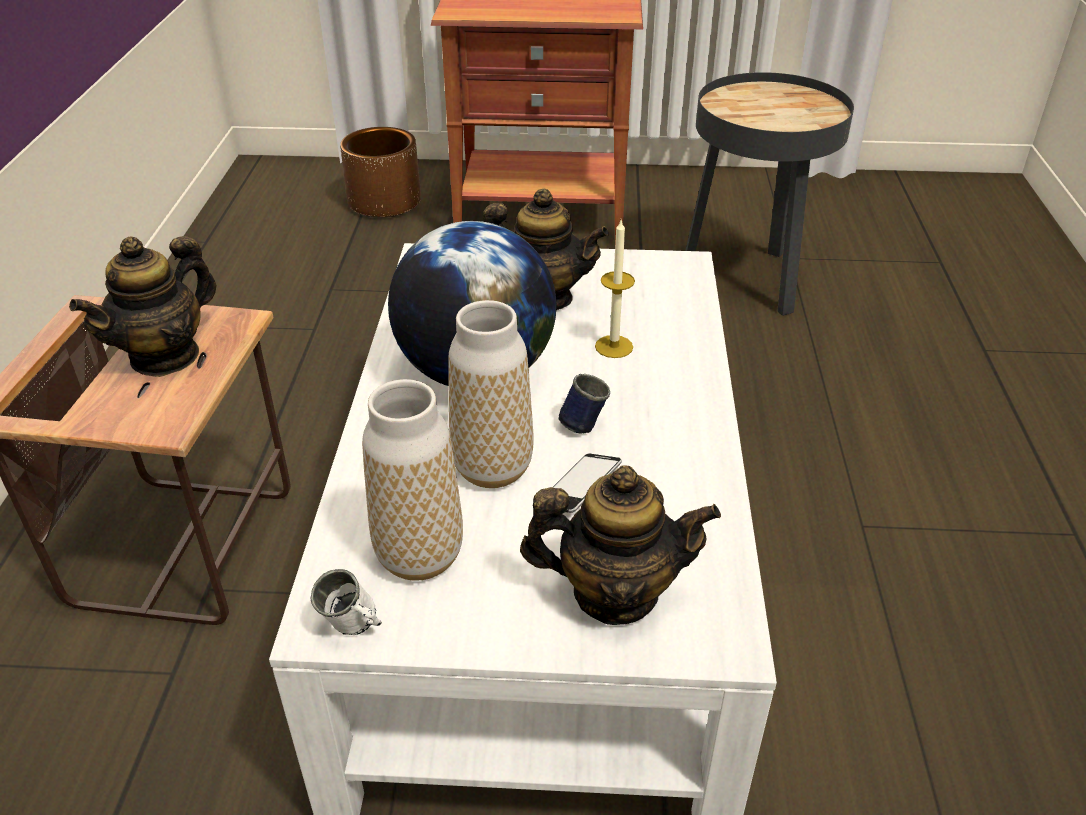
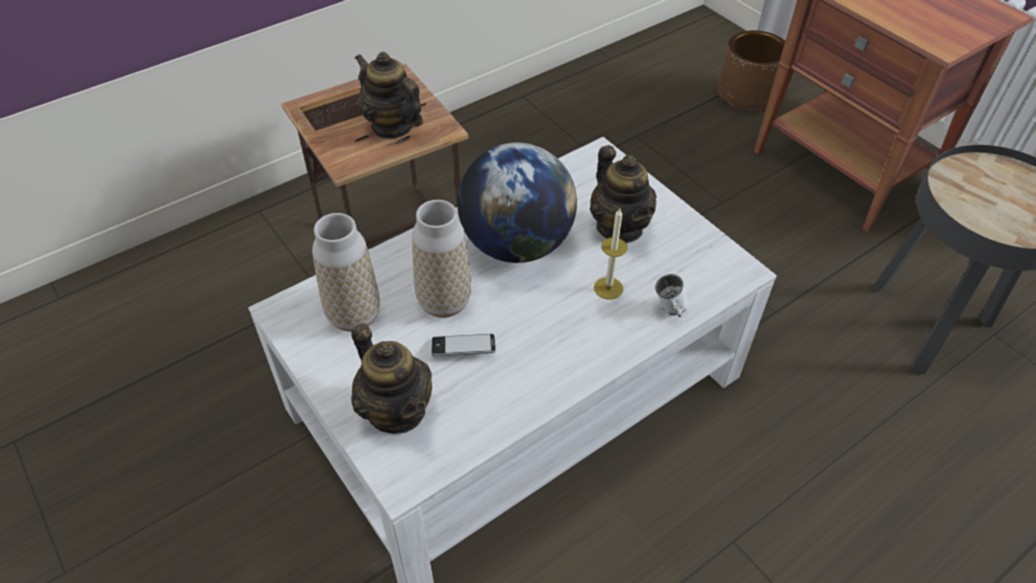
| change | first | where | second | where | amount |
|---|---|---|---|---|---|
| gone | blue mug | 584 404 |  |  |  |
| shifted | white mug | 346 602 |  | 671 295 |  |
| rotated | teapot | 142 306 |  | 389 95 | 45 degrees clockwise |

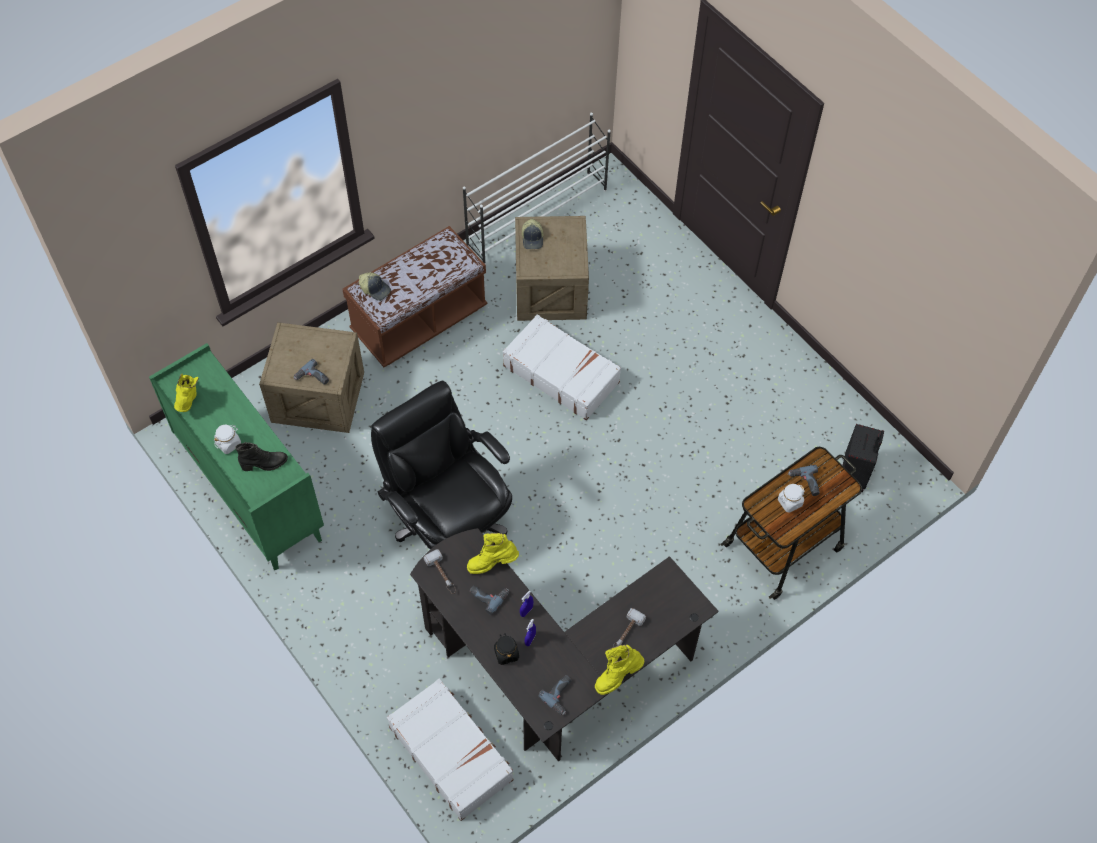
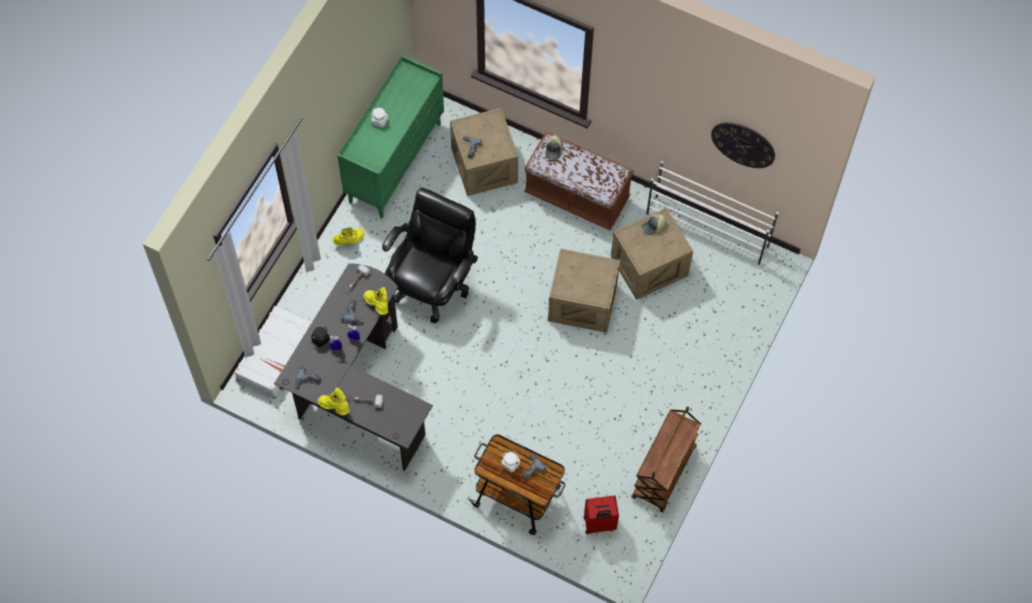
| change | first | where | second | where | amount |
|---|---|---|---|---|---|
| gone | black boot | 261 456 |  |  |  |
| new |  |  | brown cart | 666 459 |  |
| new |  |  | wall clock | 743 145 |  |
| shifted | yellow boot | 186 393 |  | 348 236 |  |
| swapped | white suitcase | 562 367 | crate | 584 291 |  |
| repainted | black suitcase | 862 458 | red suitcase | 601 514 |  |

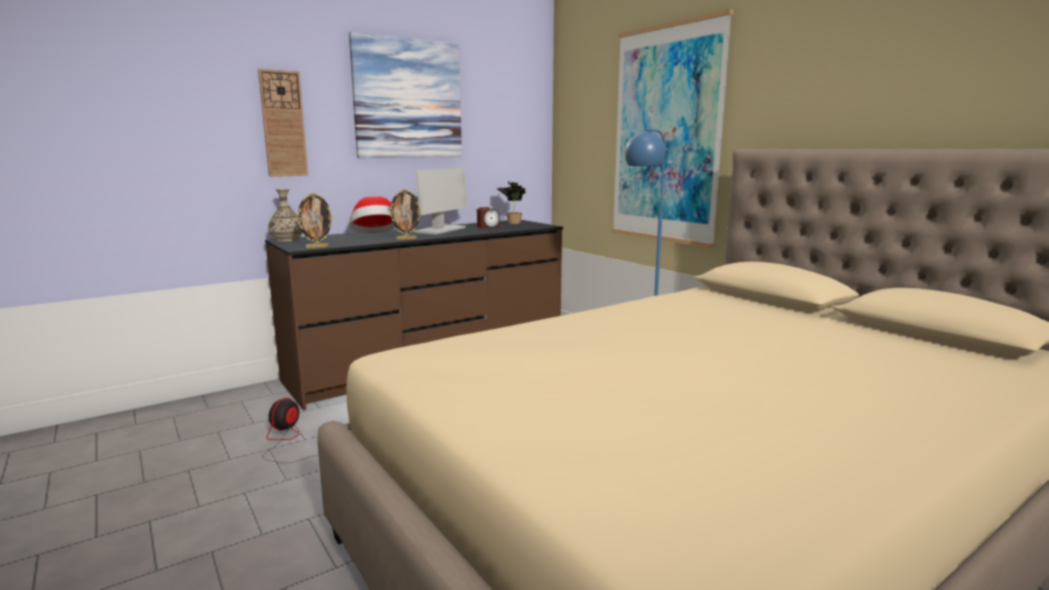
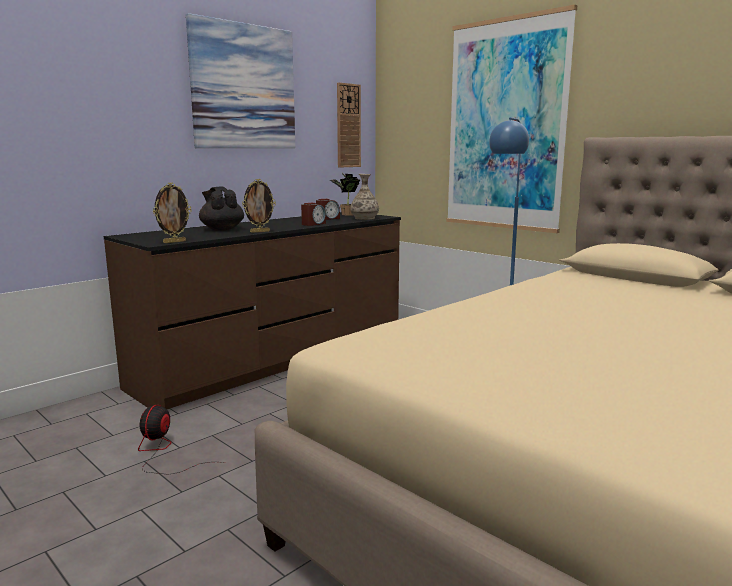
| change | first | where | second | where | amount |
|---|---|---|---|---|---|
| gone | monitor | 441 201 |  |  |  |
| new |  |  | alarm clock | 313 214 |  |
| shifted | wall clock | 283 123 |  | 349 125 |  |
| shifted | vase | 285 215 |  | 364 197 |  |
| swapped | hat | 373 214 | black teapot | 221 209 |  |

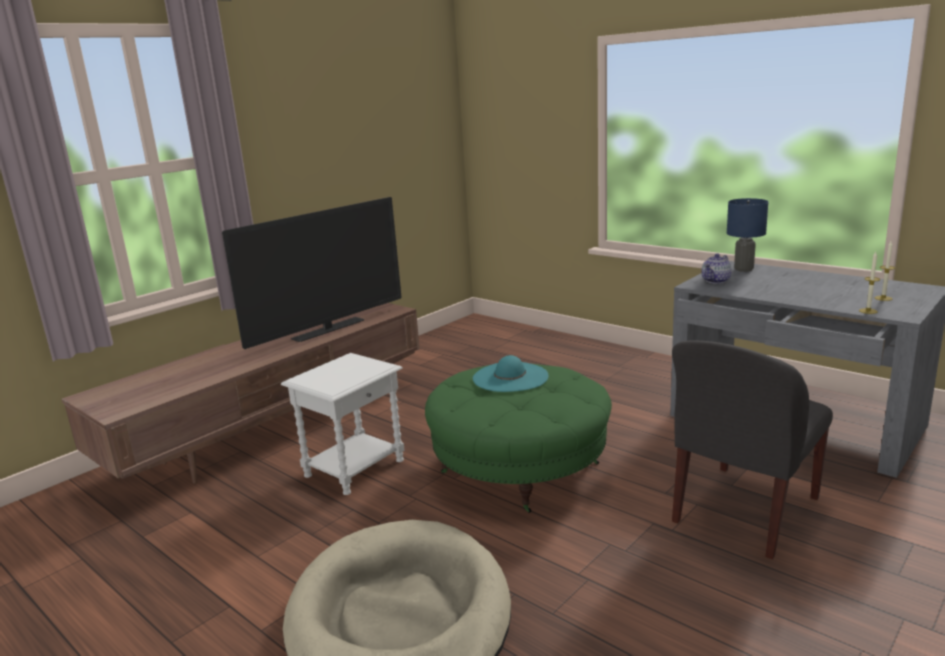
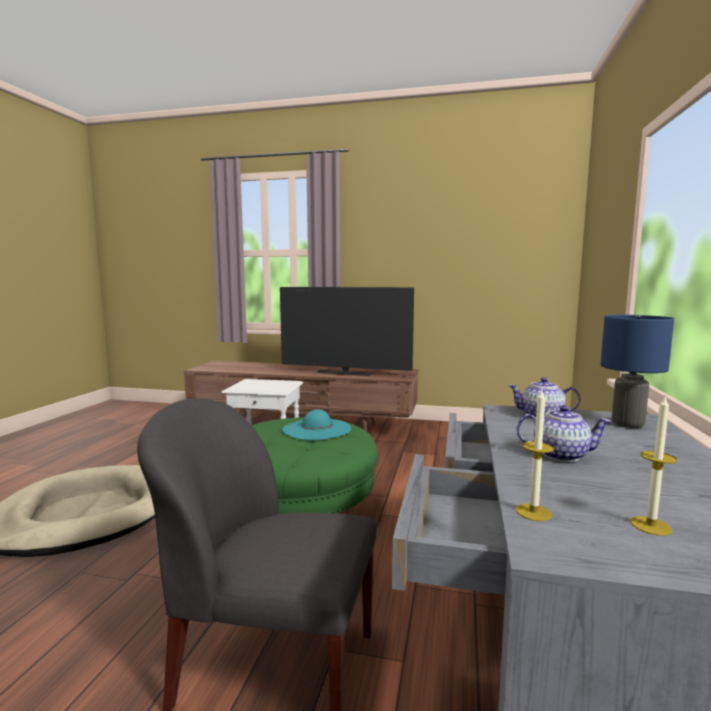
| change | first | where | second | where | amount |
|---|---|---|---|---|---|
| new |  |  | teapot | 564 433 |  |

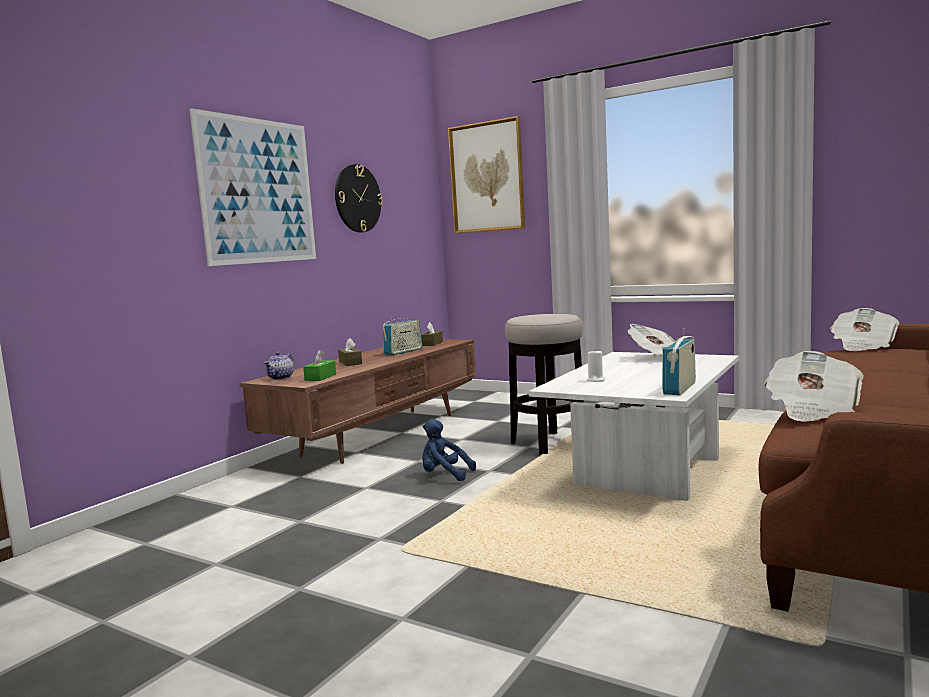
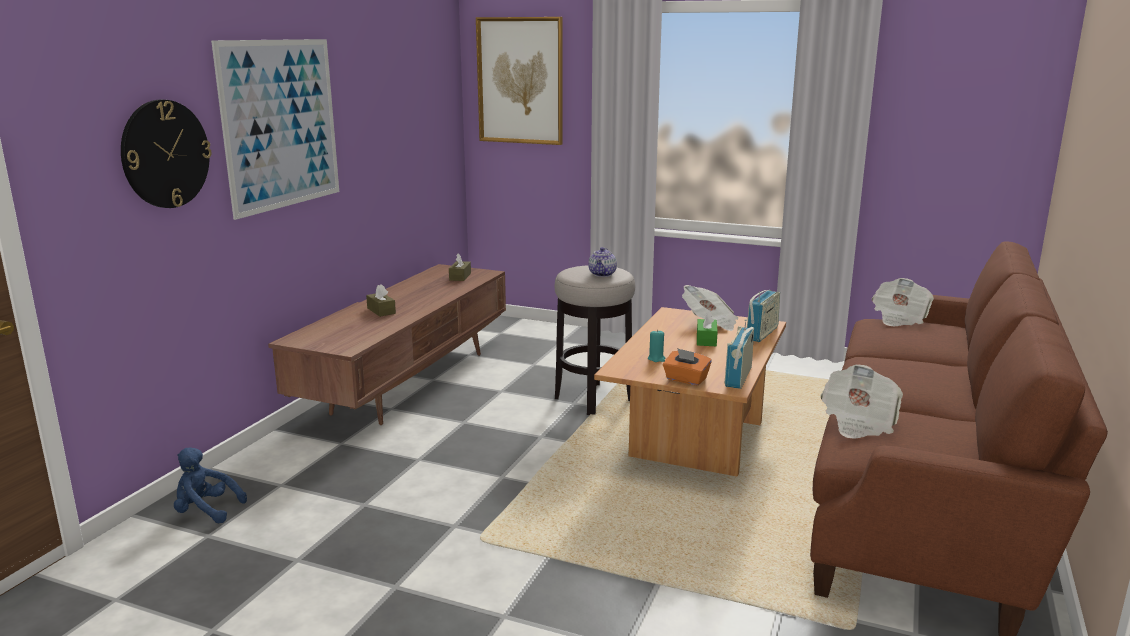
| change | first | where | second | where | amount |
|---|---|---|---|---|---|
| new |  |  | orange tissue box | 687 367 |  |
| shifted | teapot | 279 366 |  | 602 262 |  |
| shifted | green tissue box | 319 365 |  | 707 328 |  |
| shifted | wall clock | 359 198 |  | 166 154 |  |
| shifted | radio | 403 335 |  | 763 316 |  |
| shifted | blue plush toy | 449 450 |  | 210 485 |  |
| repainted | white coffee table | 634 426 | brown coffee table | 690 392 |  |
| repainted | white candle | 596 366 | turquoise candle | 656 345 |  |

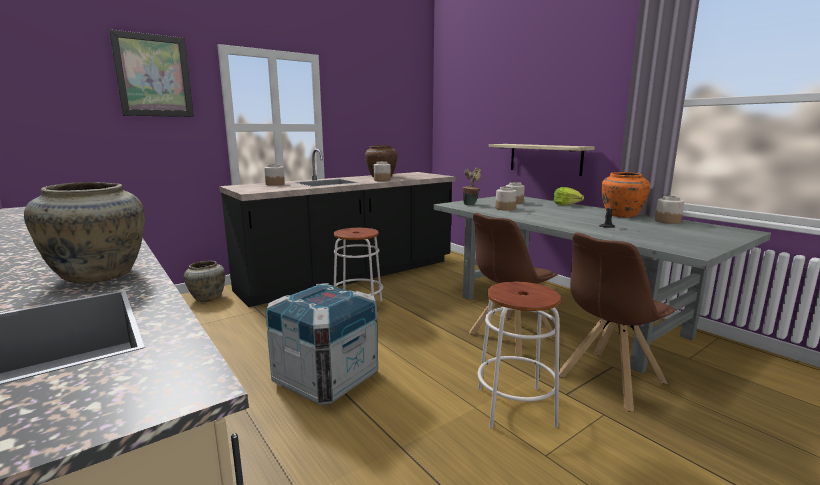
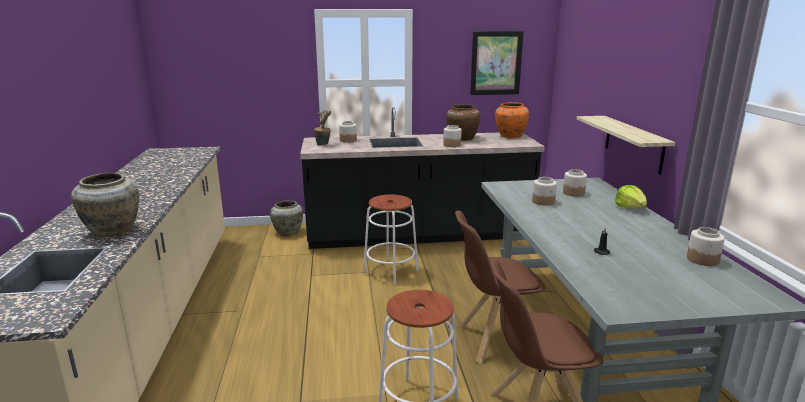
| change | first | where | second | where | amount |
|---|---|---|---|---|---|
| gone | crate | 321 344 |  |  |  |
| shifted | picture | 151 73 |  | 497 63 |  |
| shifted | potted plant | 471 186 |  | 322 128 |  |
| shifted | orange vase | 625 195 |  | 512 120 |  |

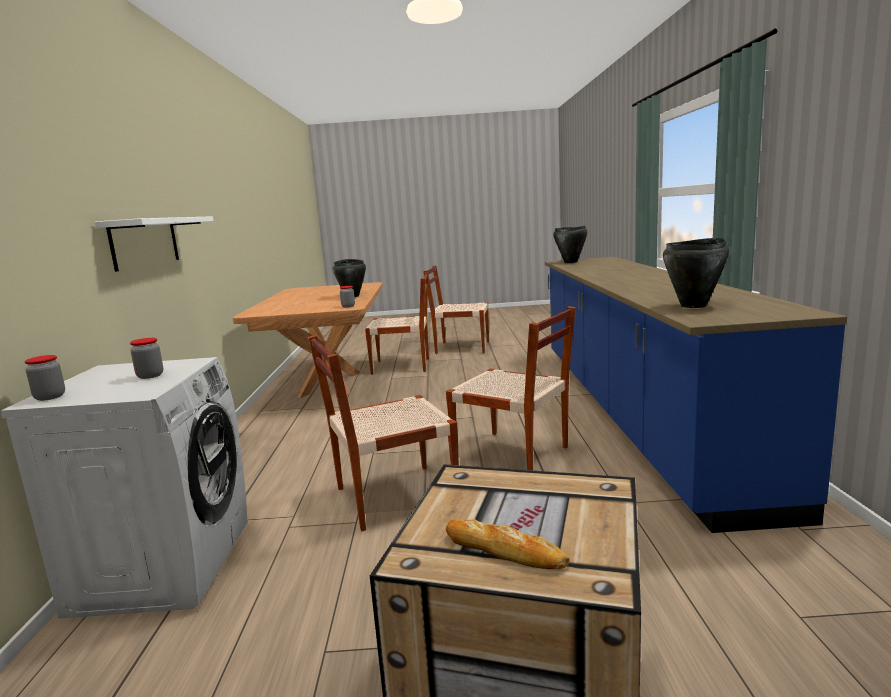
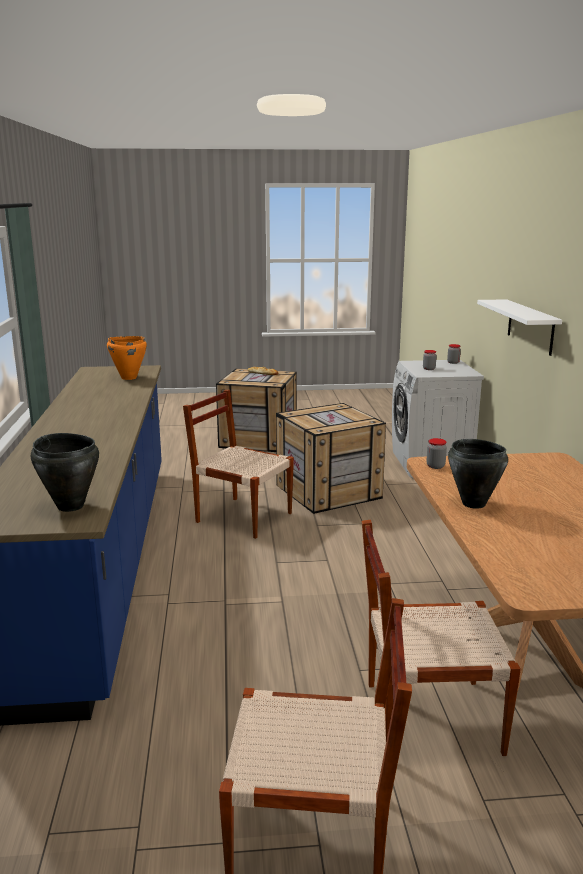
| change | first | where | second | where | amount |
|---|---|---|---|---|---|
| swapped | chair | 383 433 | crate | 331 458 |  |
| repainted | black cooking pot | 696 273 | orange cooking pot | 127 358 |  |

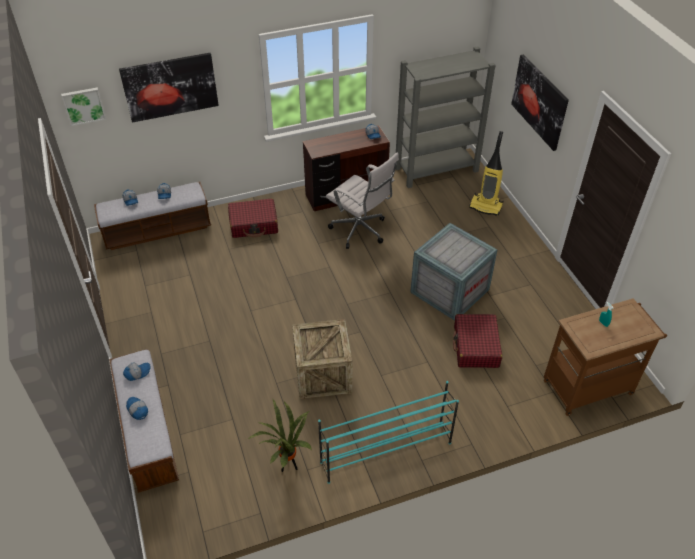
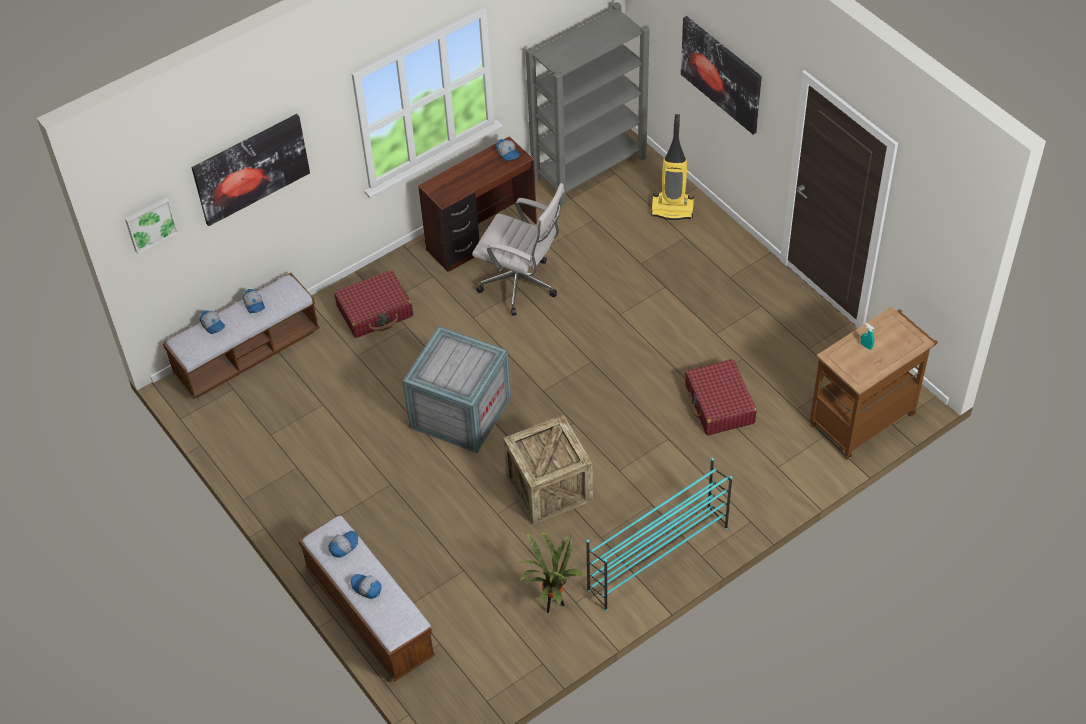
| change | first | where | second | where | amount |
|---|---|---|---|---|---|
| shifted | crate | 454 272 |  | 457 389 |  |

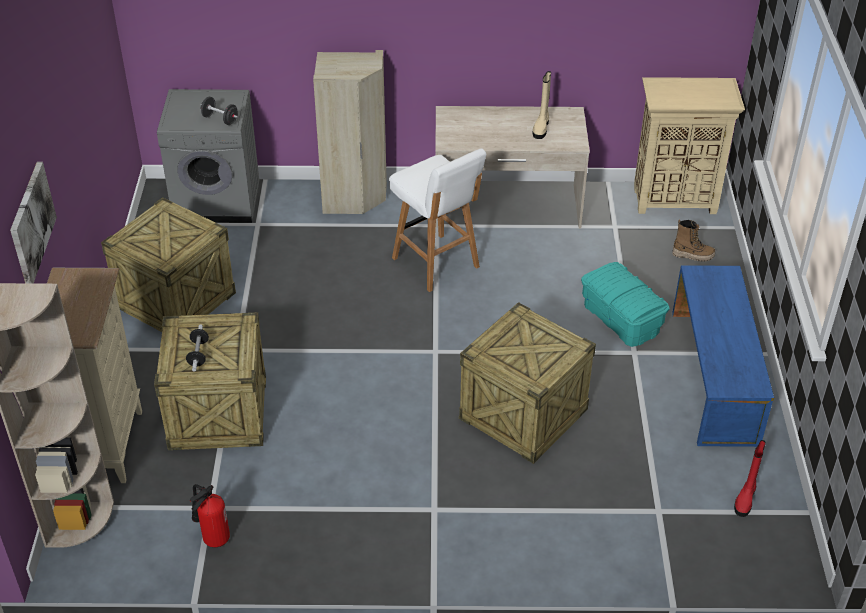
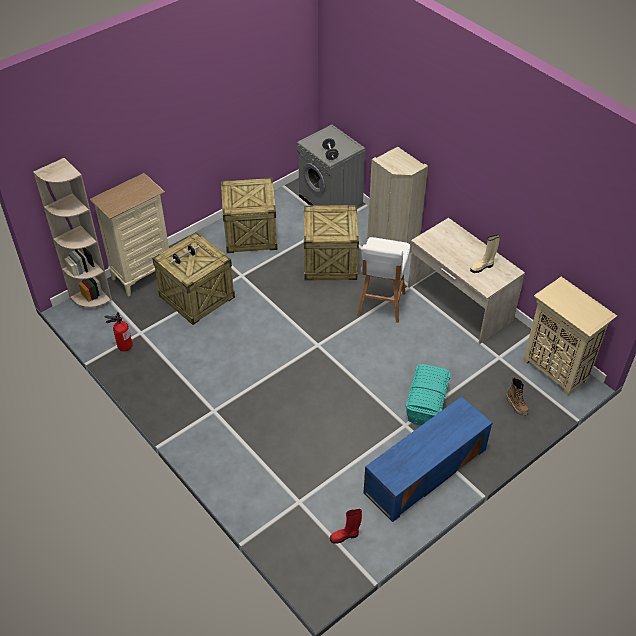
| change | first | where | second | where | amount |
|---|---|---|---|---|---|
| gone | picture | 33 222 |  |  |  |
| shifted | crate | 527 383 |  | 331 242 |  |

